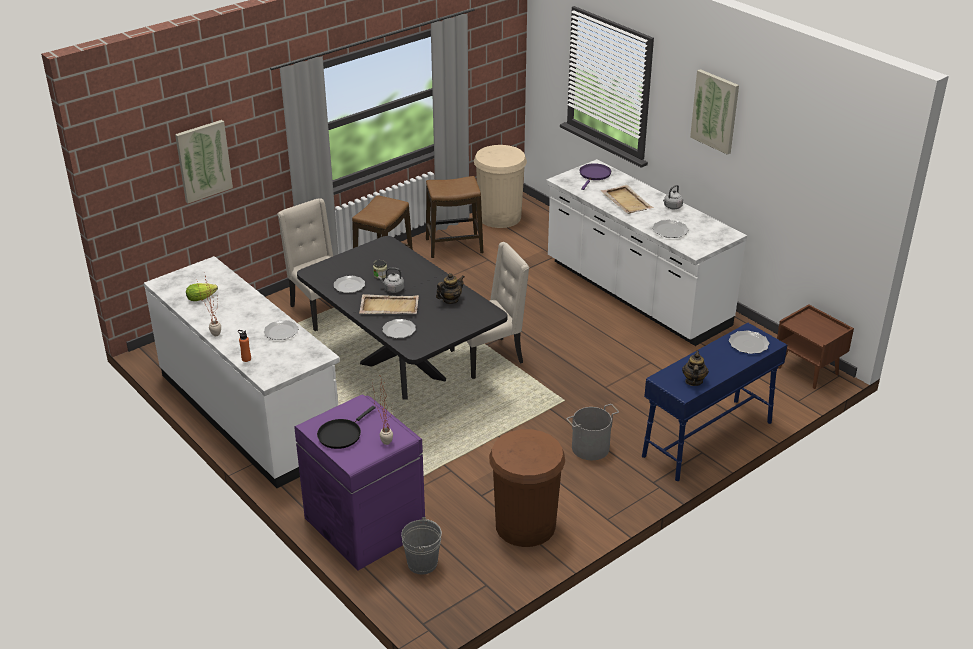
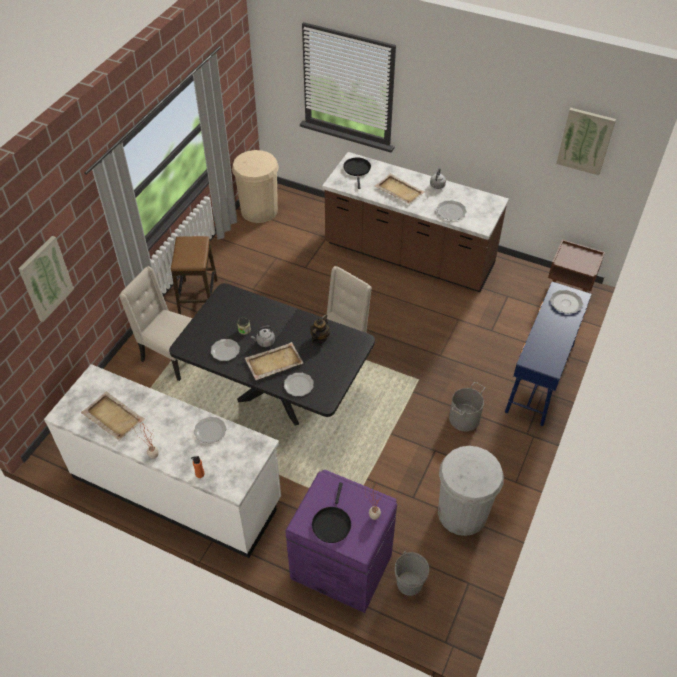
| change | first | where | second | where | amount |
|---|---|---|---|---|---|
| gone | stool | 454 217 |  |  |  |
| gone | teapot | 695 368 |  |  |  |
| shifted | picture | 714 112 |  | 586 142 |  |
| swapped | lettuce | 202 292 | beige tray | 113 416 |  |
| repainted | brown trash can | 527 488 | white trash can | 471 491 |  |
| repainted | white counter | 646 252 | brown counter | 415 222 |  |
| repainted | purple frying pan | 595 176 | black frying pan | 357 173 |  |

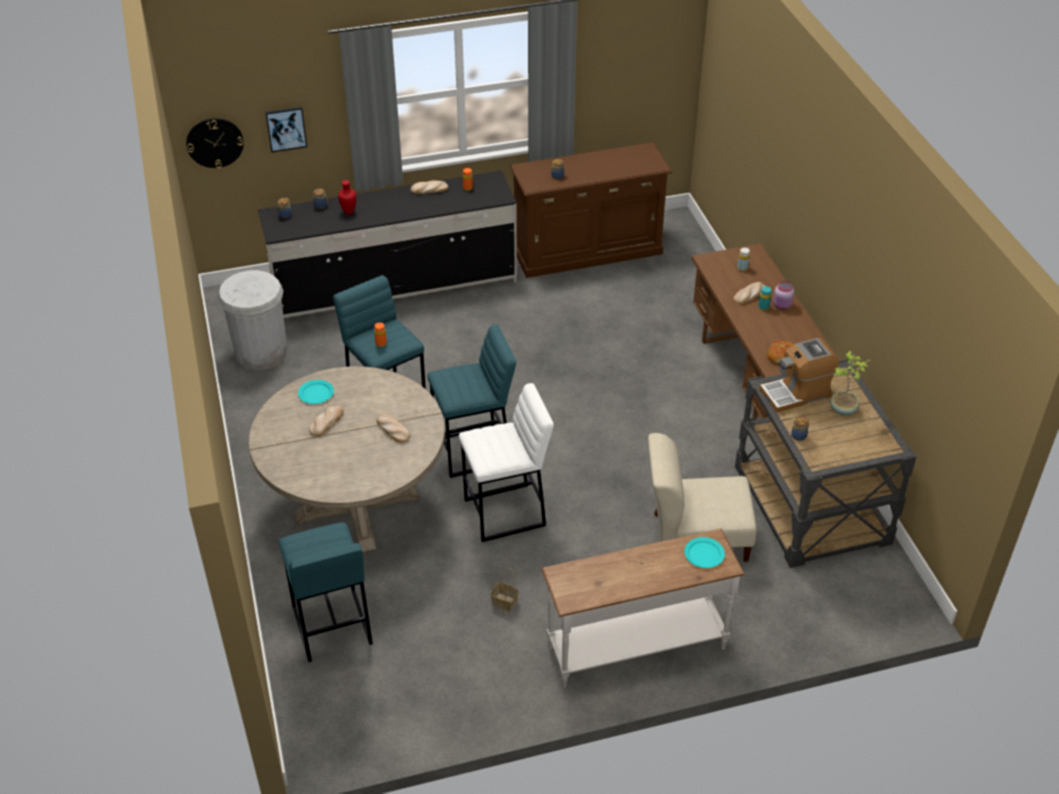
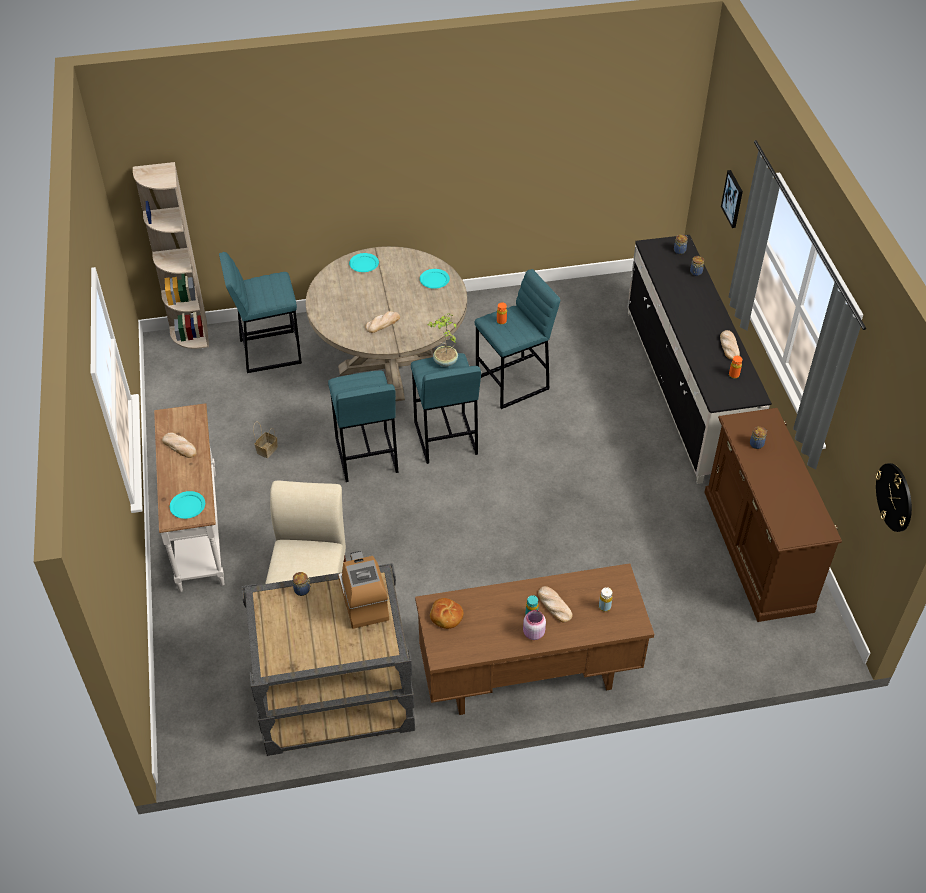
| change | first | where | second | where | amount |
|---|---|---|---|---|---|
| gone | white trash can | 252 320 |  |  |  |
| gone | red vase | 347 197 |  |  |  |
| new |  |  | beige bookcase | 171 255 |  |
| new |  |  | turquoise plate | 364 262 |  |
| shifted | wall clock | 215 143 |  | 893 497 |  |
| shifted | bread | 326 421 |  | 179 445 |  |
| shifted | potted plant | 850 383 |  | 443 340 |  |
| repainted | white stool | 506 462 | turquoise stool | 363 426 |  |

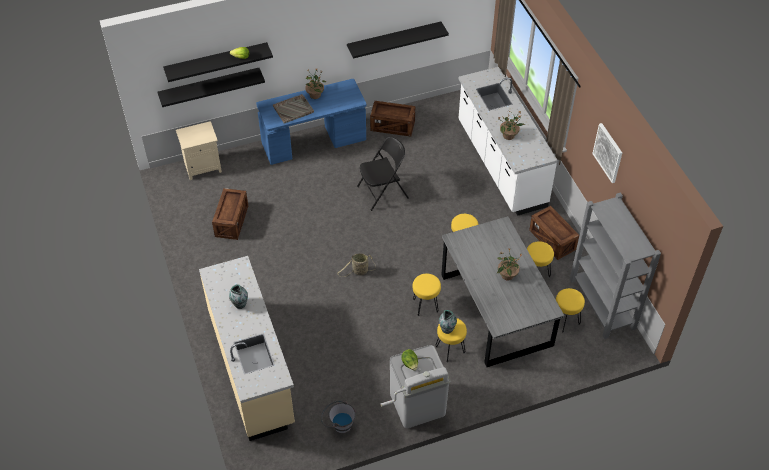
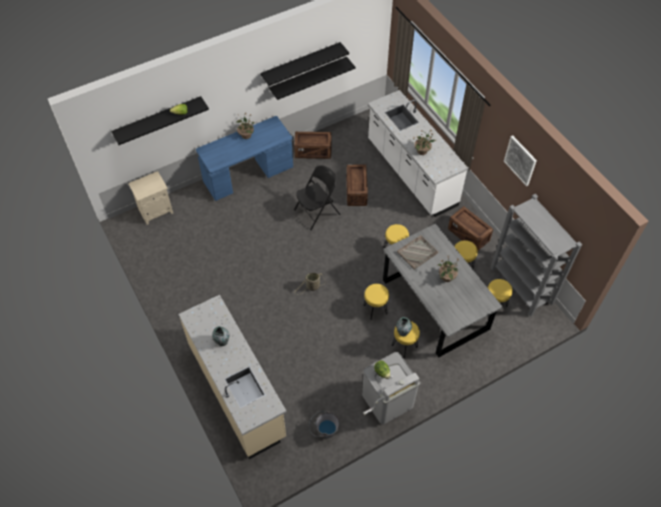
| change | first | where | second | where | amount |
|---|---|---|---|---|---|
| shifted | black shelf | 211 87 |  | 304 64 |  |
| shifted | crate | 230 214 |  | 357 185 |  |
| shifted | grey tray | 293 109 |  | 417 252 |  |

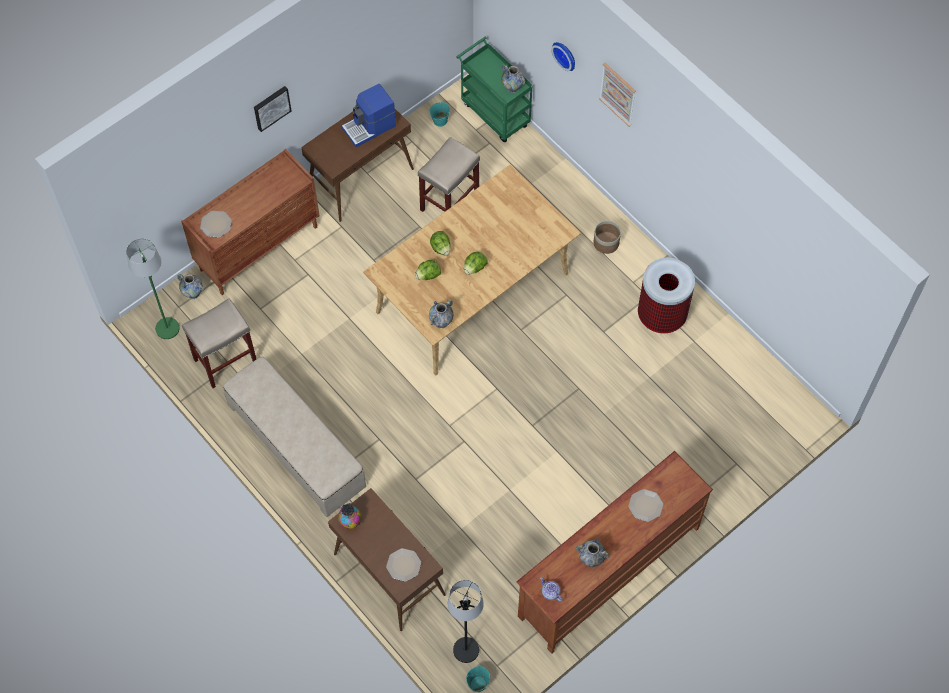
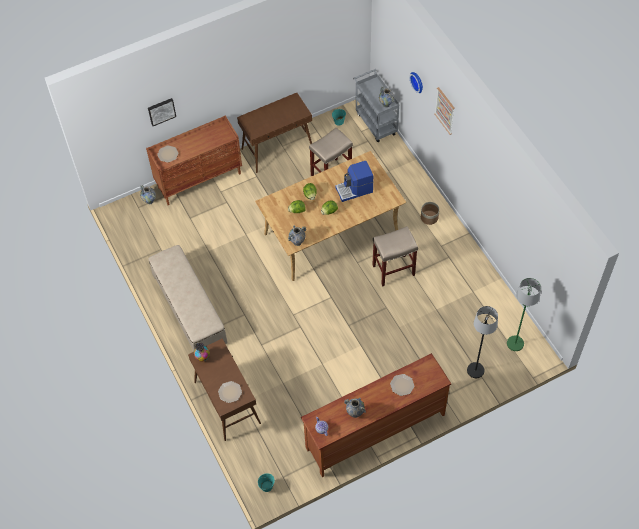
| change | first | where | second | where | amount |
|---|---|---|---|---|---|
| gone | trash can | 666 295 |  |  |  |
| shifted | green floor lamp | 152 288 |  | 524 314 |  |
| shifted | beige stool | 219 343 |  | 395 256 |  |
| shifted | picture | 272 109 |  | 162 112 |  |
| shifted | coffee machine | 369 115 |  | 354 181 |  |
| shifted | black floor lamp | 466 621 |  | 482 342 |  |
| repainted | green cart | 494 89 | grey cart | 376 105 |  |

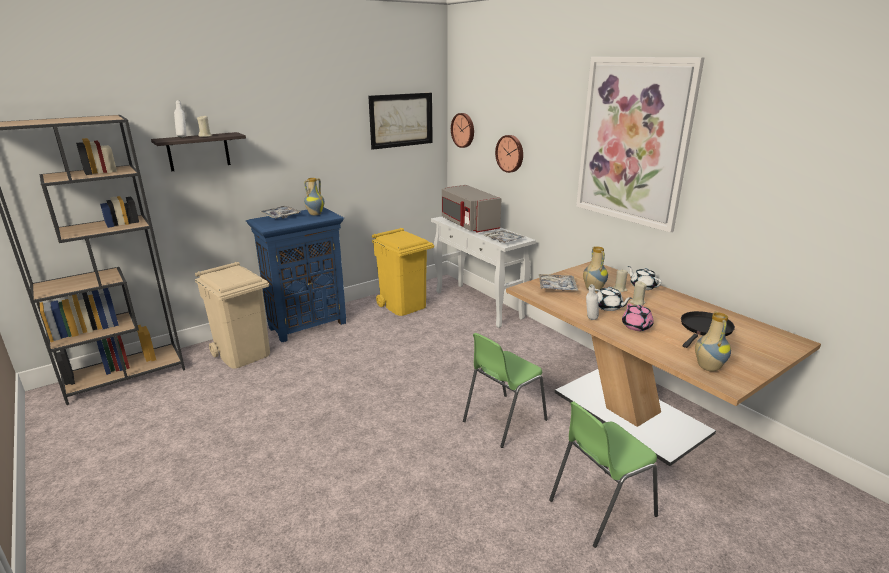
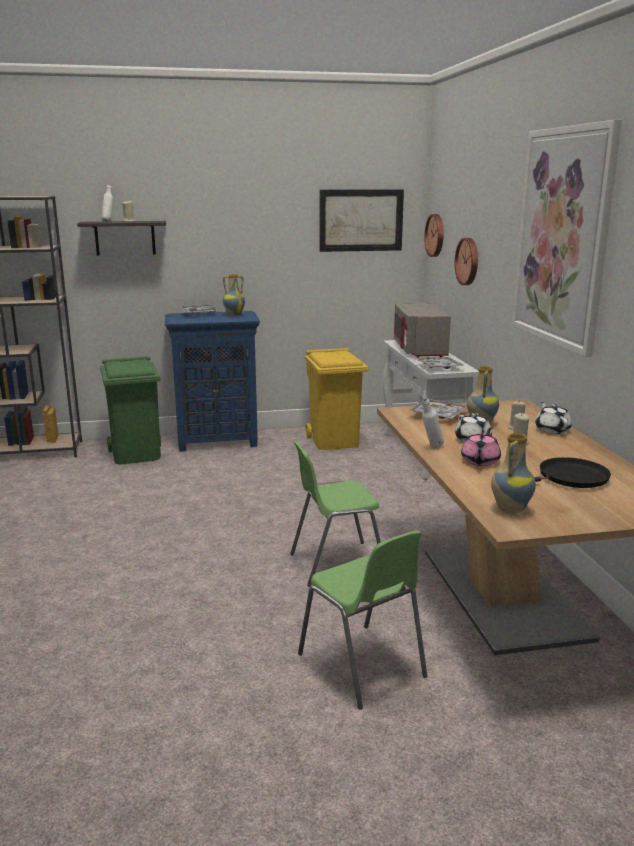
| change | first | where | second | where | amount |
|---|---|---|---|---|---|
| repainted | beige trash can | 232 315 | green trash can | 130 410 |  |
| rotated | green chair | 603 474 |  | 362 619 | 120 degrees counterclockwise |

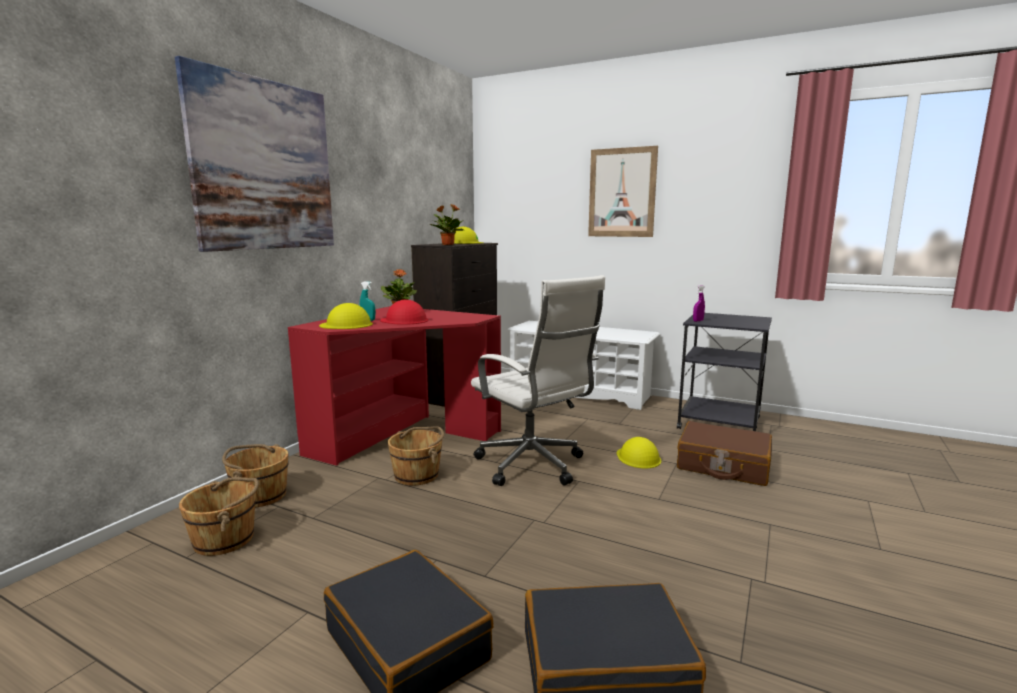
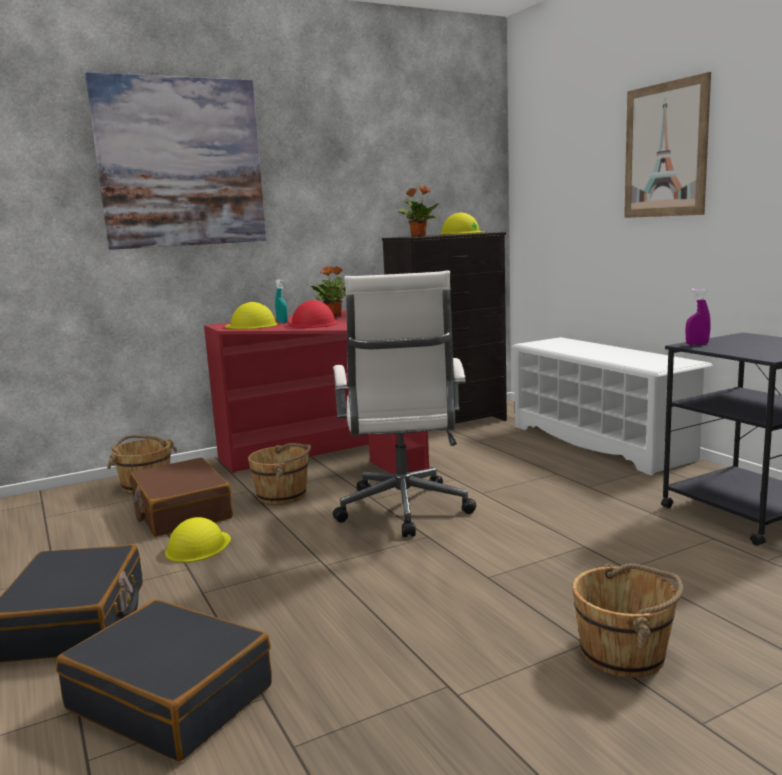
| change | first | where | second | where | amount |
|---|---|---|---|---|---|
| shifted | brown bucket | 219 516 |  | 627 620 |  |
| shifted | yellow hard hat | 639 452 |  | 198 540 |  |
| shifted | brown suitcase | 724 453 |  | 181 497 |  |

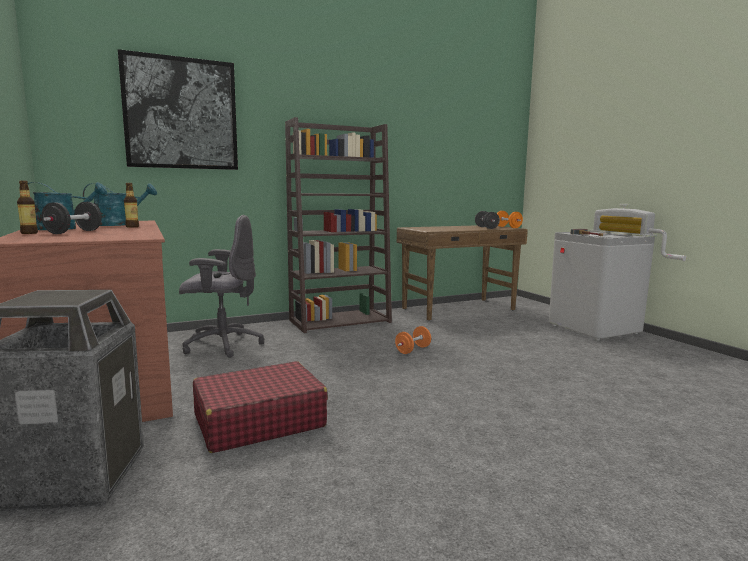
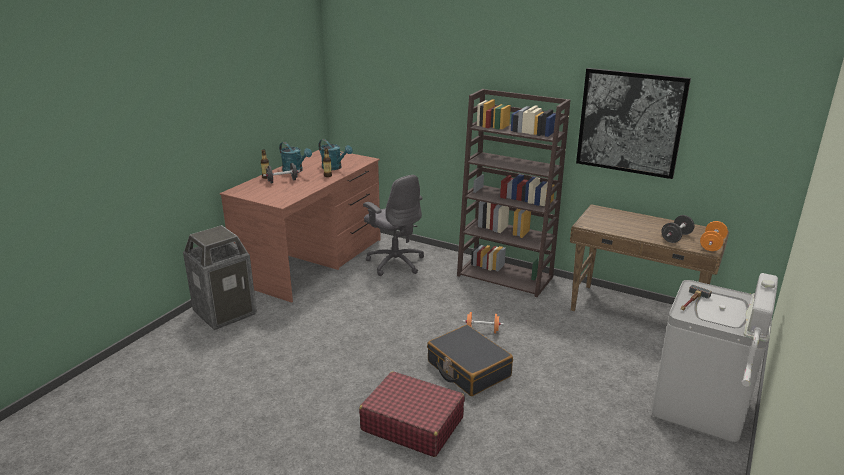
| change | first | where | second | where | amount |
|---|---|---|---|---|---|
| new |  |  | black suitcase | 470 360 |  |
| shifted | picture | 178 109 |  | 633 123 |  |
| shifted | red suitcase | 260 407 |  | 412 414 |  |

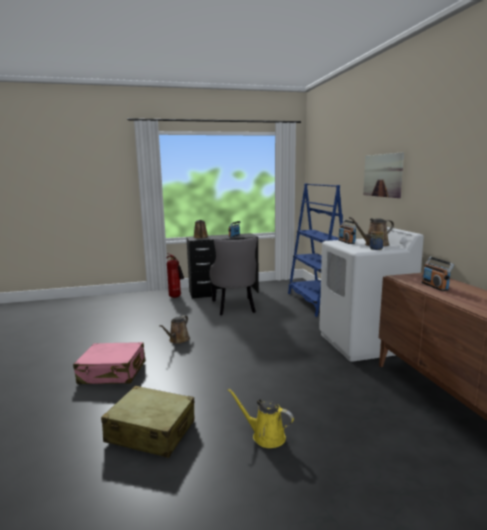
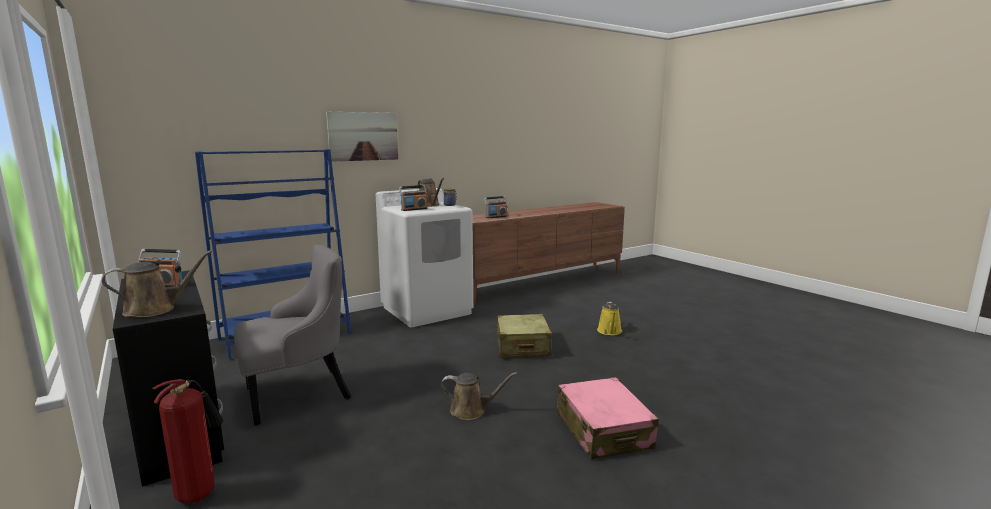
| change | first | where | second | where | amount |
|---|---|---|---|---|---|
| shifted | beige suitcase | 147 421 |  | 523 336 |  |

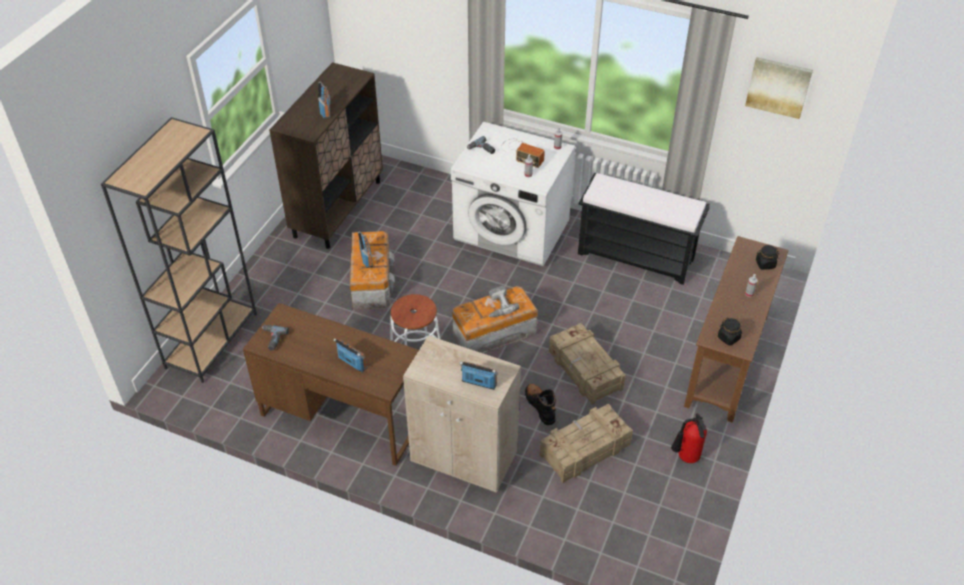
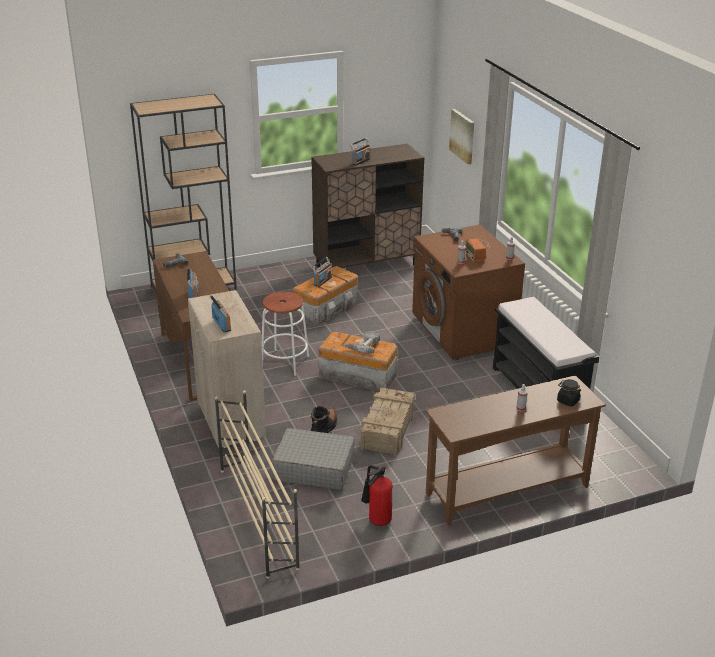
| change | first | where | second | where | amount |
|---|---|---|---|---|---|
| gone | black jar | 730 331 |  |  |  |
| new |  |  | beige shoe rack | 257 485 |  |
| shifted | picture | 779 88 |  | 461 136 |  |
| swapped | crate | 586 443 | grey suitcase | 313 459 |  |
| repainted | white washing machine | 513 194 | brown washing machine | 468 292 |  |

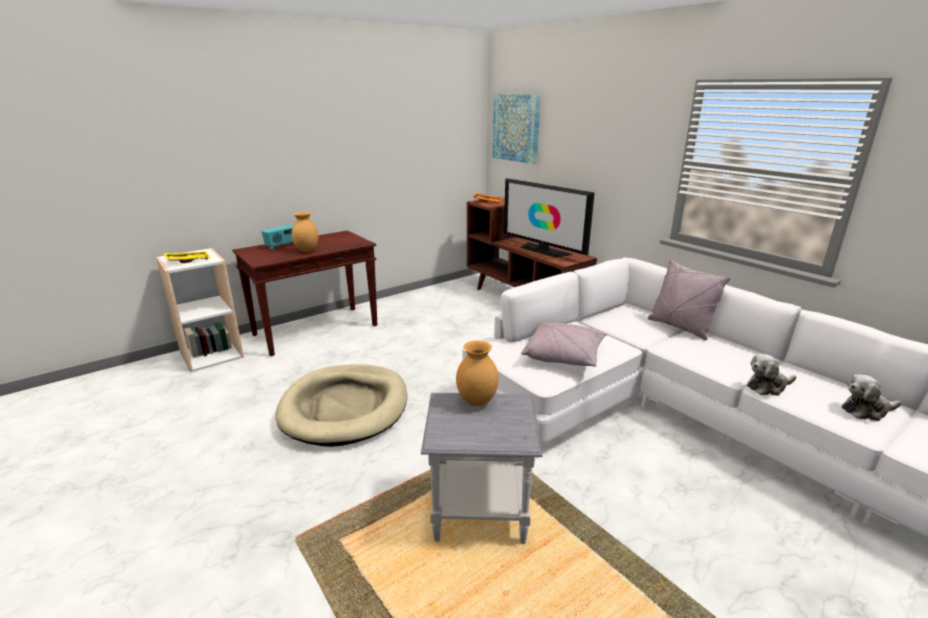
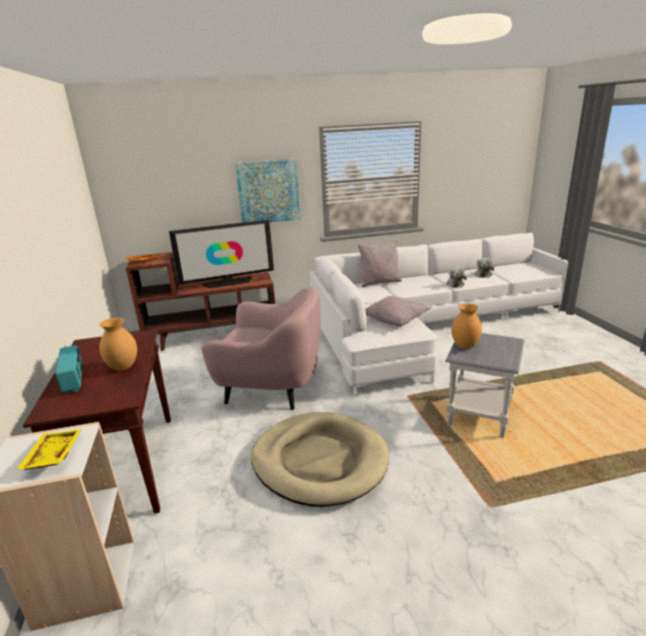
| change | first | where | second | where | amount |
|---|---|---|---|---|---|
| new |  |  | pink armchair | 261 348 |  |
| shifted | picture | 517 128 |  | 267 190 |  |

